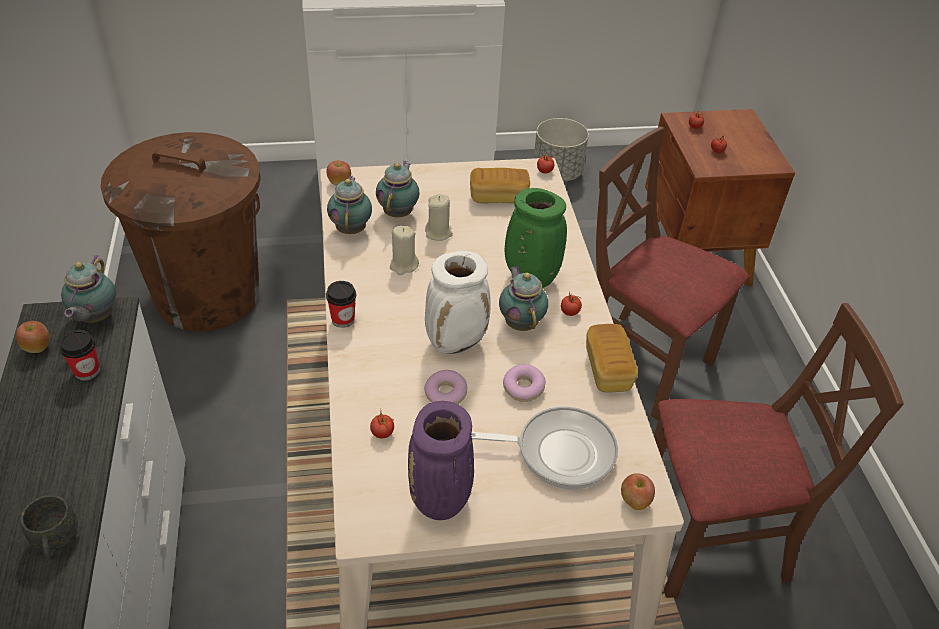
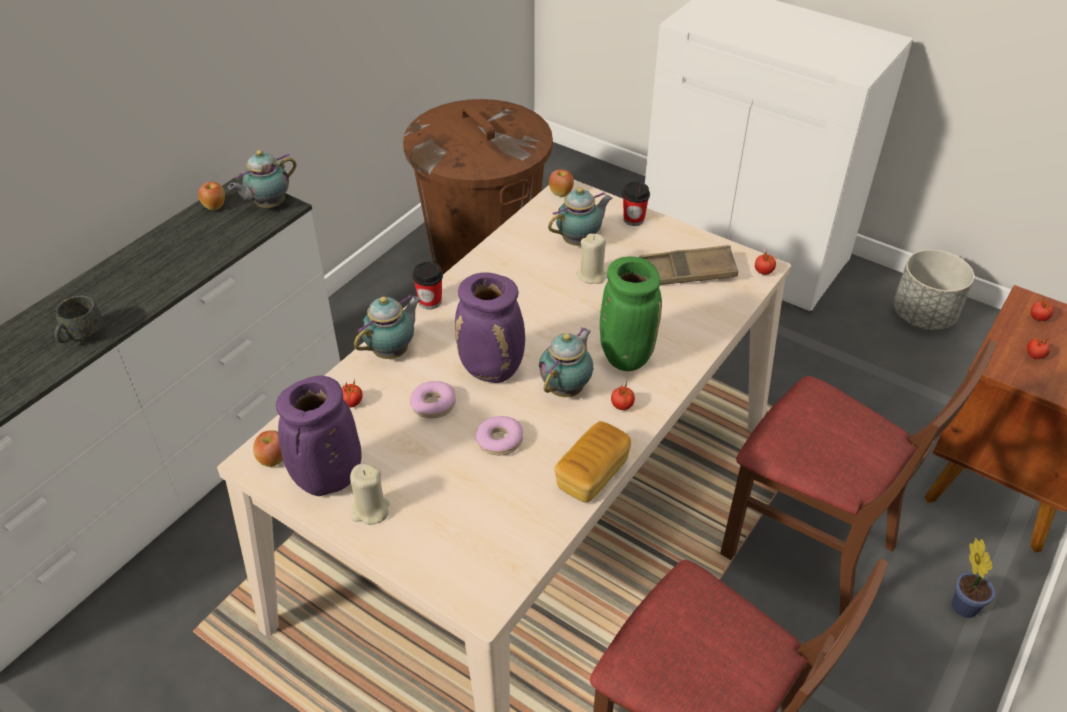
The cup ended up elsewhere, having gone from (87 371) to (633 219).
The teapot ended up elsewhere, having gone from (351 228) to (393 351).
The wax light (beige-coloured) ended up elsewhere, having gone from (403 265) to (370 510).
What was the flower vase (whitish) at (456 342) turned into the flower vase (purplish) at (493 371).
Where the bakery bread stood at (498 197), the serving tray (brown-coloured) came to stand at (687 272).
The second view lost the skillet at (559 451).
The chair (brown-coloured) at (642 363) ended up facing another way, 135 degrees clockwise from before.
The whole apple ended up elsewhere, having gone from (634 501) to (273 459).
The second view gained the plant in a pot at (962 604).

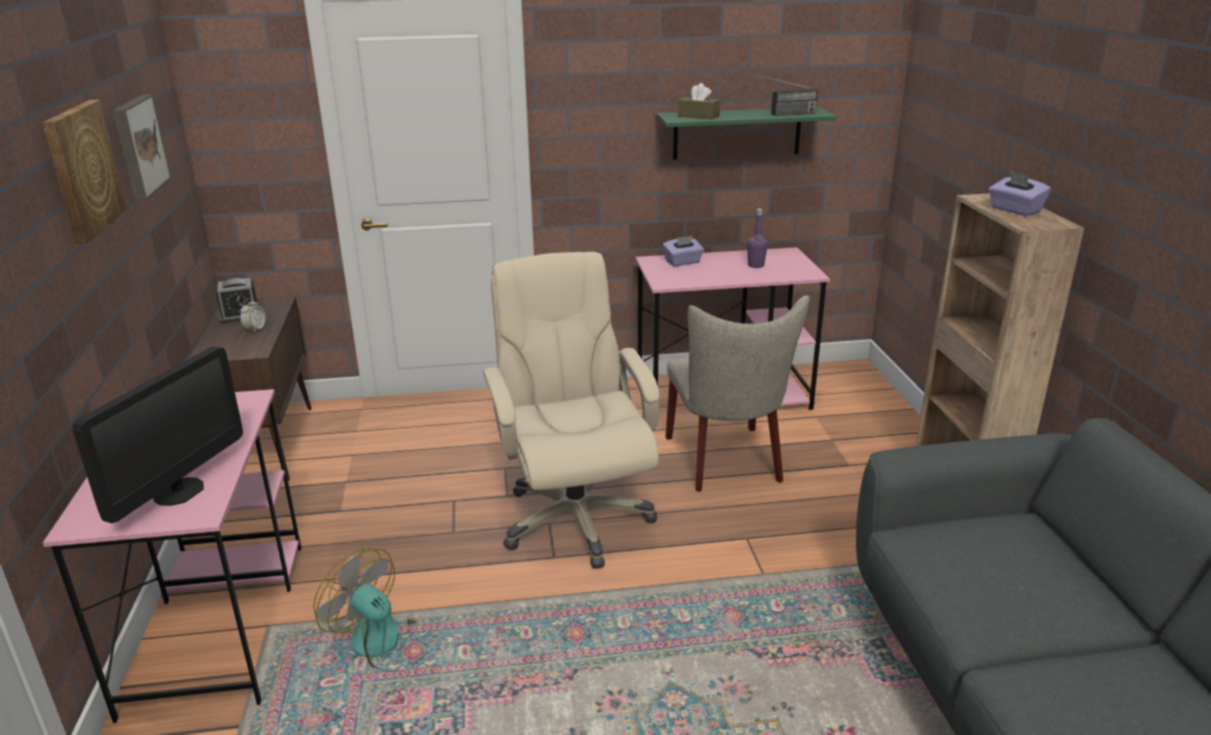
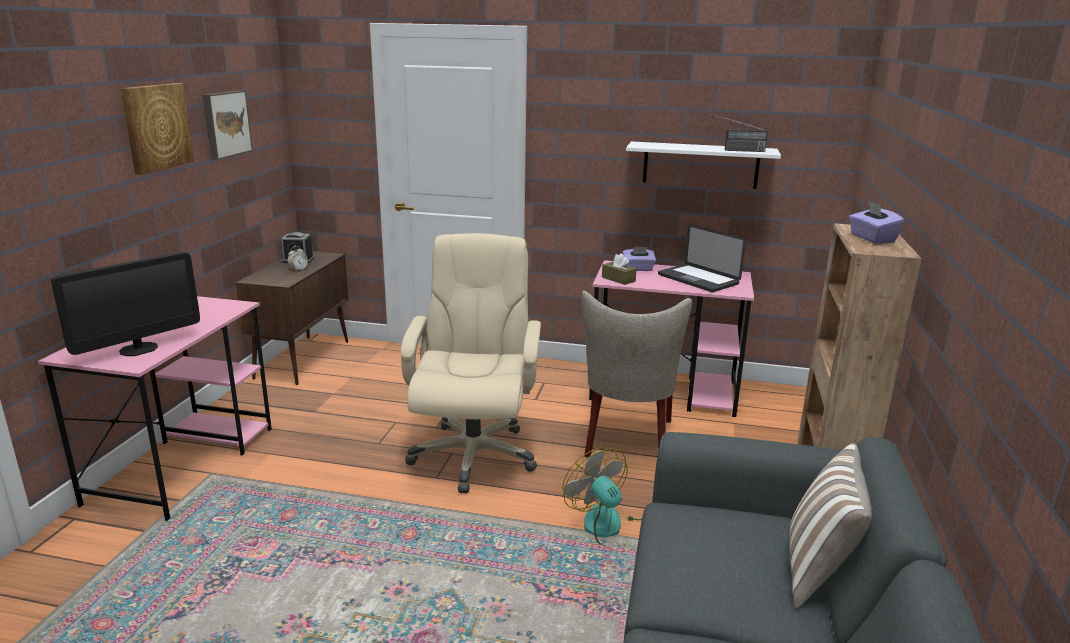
The cooling fan ended up elsewhere, having gone from (386 643) to (610 529).
What was the shelf (greenish) at (737 133) turned into the shelf (whitish) at (700 165).
The tissue box (brown-coloured) ended up elsewhere, having gone from (698 116) to (618 279).
Where the beverage bottle (purplish) stood at (756 265), the notebook computer came to stand at (698 279).
The second view gained the throw pillow at (818 572).

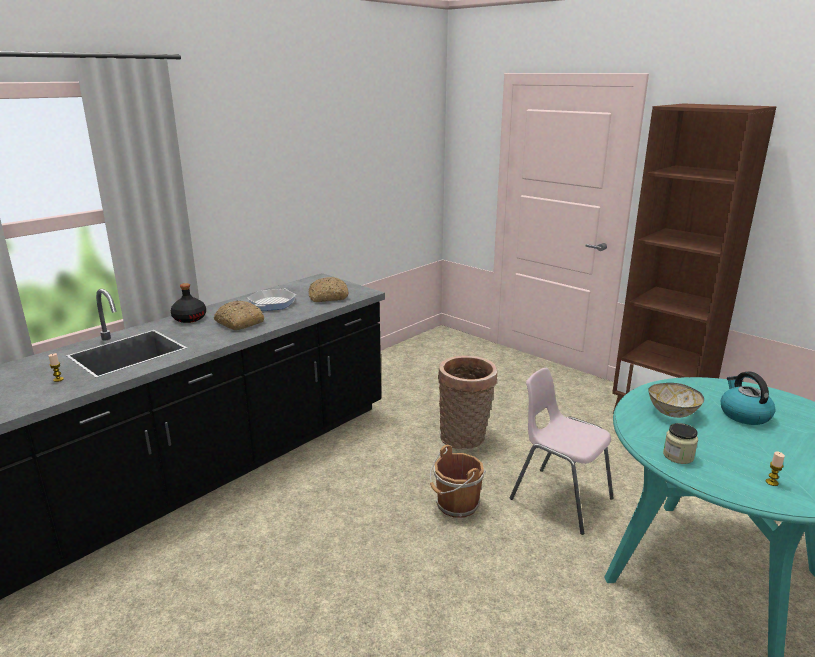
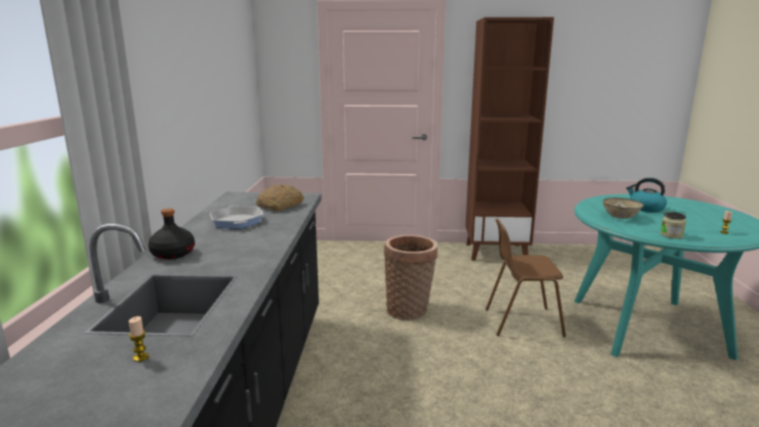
The second view lost the bakery bread at (238 323).
The second view lost the bucket (brown-coloured) at (456 505).
What was the chair (pink) at (560 498) turned into the chair (brown-coloured) at (522 322).

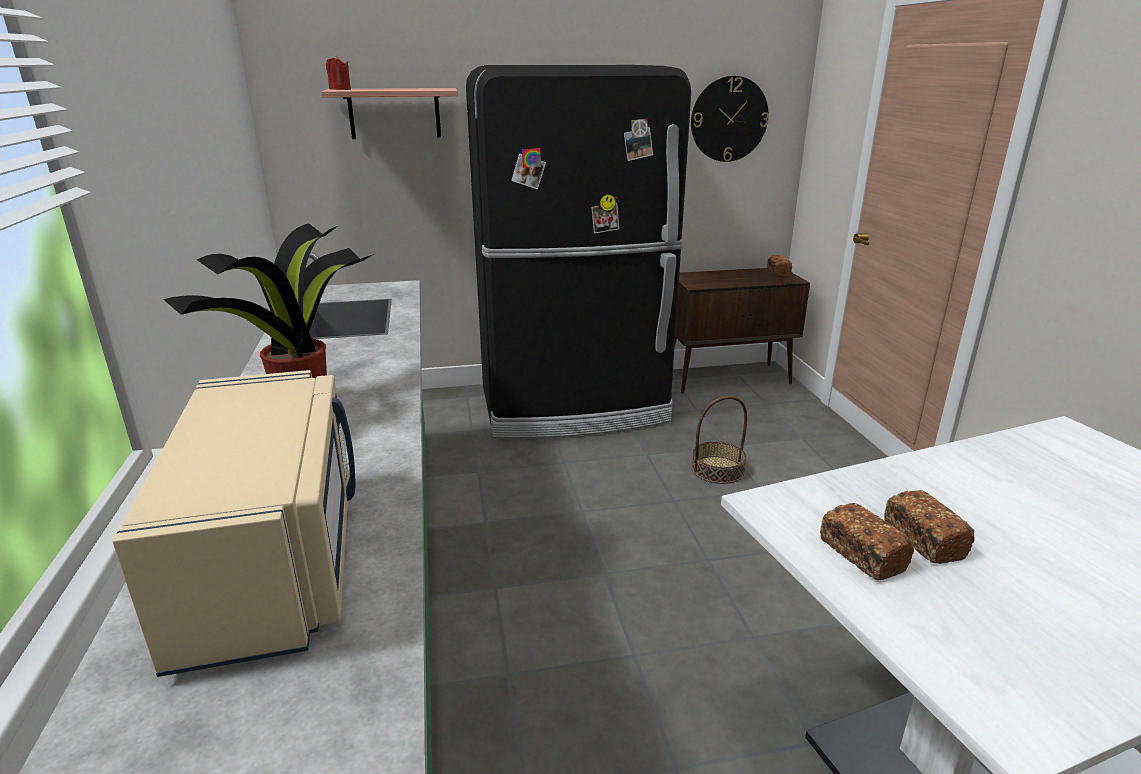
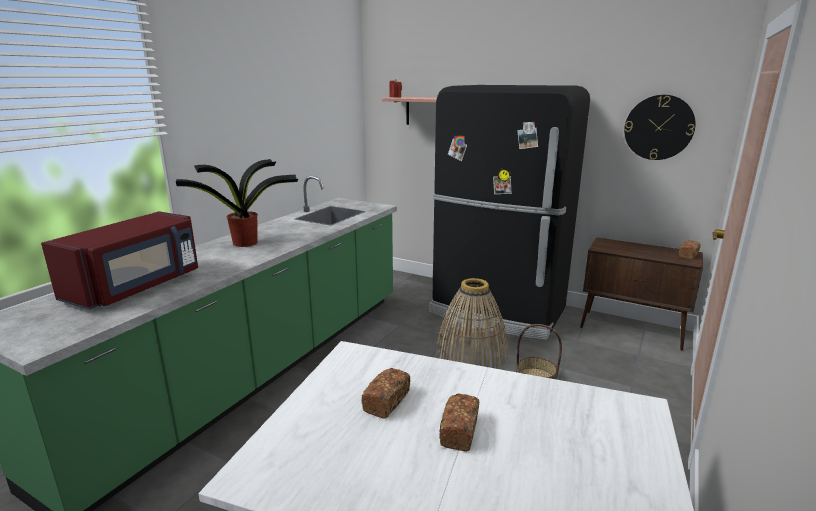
What was the kitchen microwave (beige-coloured) at (275 561) turned into the kitchen microwave (red) at (137 286).
The bakery bread ended up elsewhere, having gone from (861 554) to (459 431).
The second view gained the storage basket at (471 353).

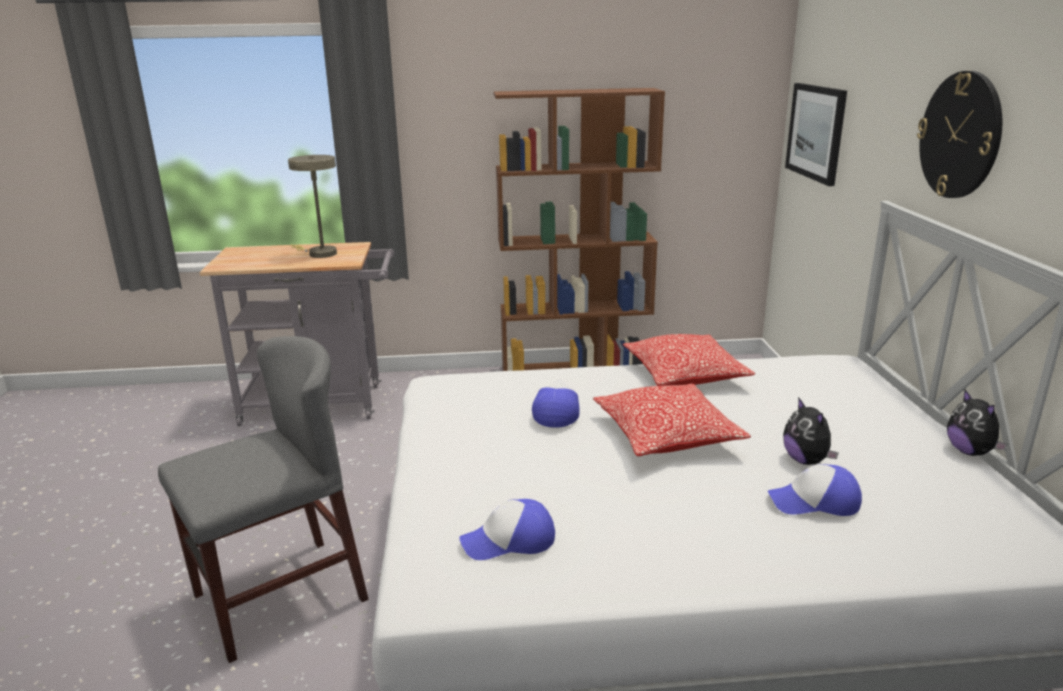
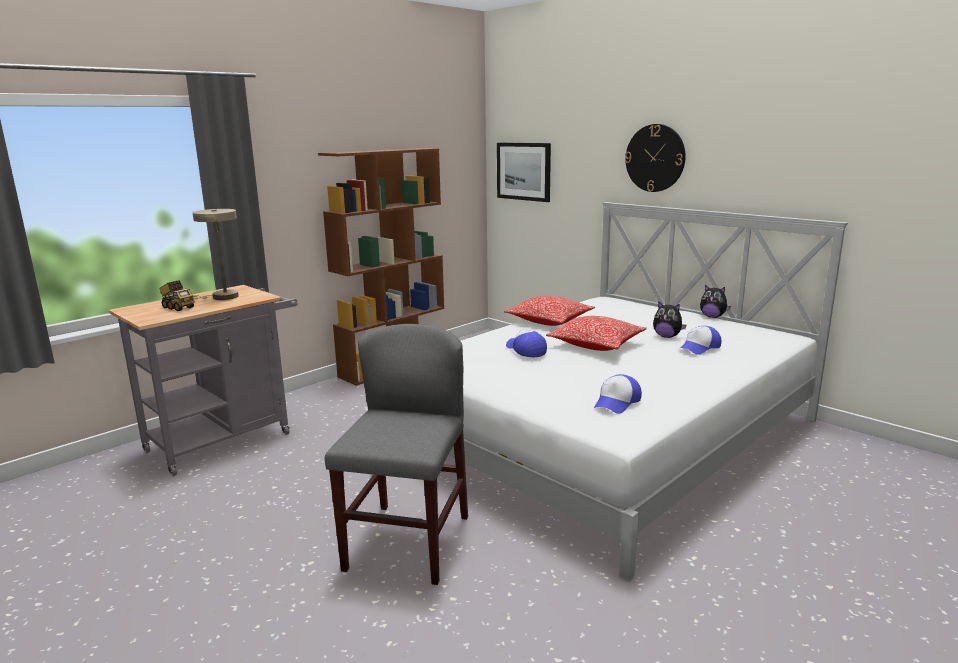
The second view gained the toy lorry at (177 308).

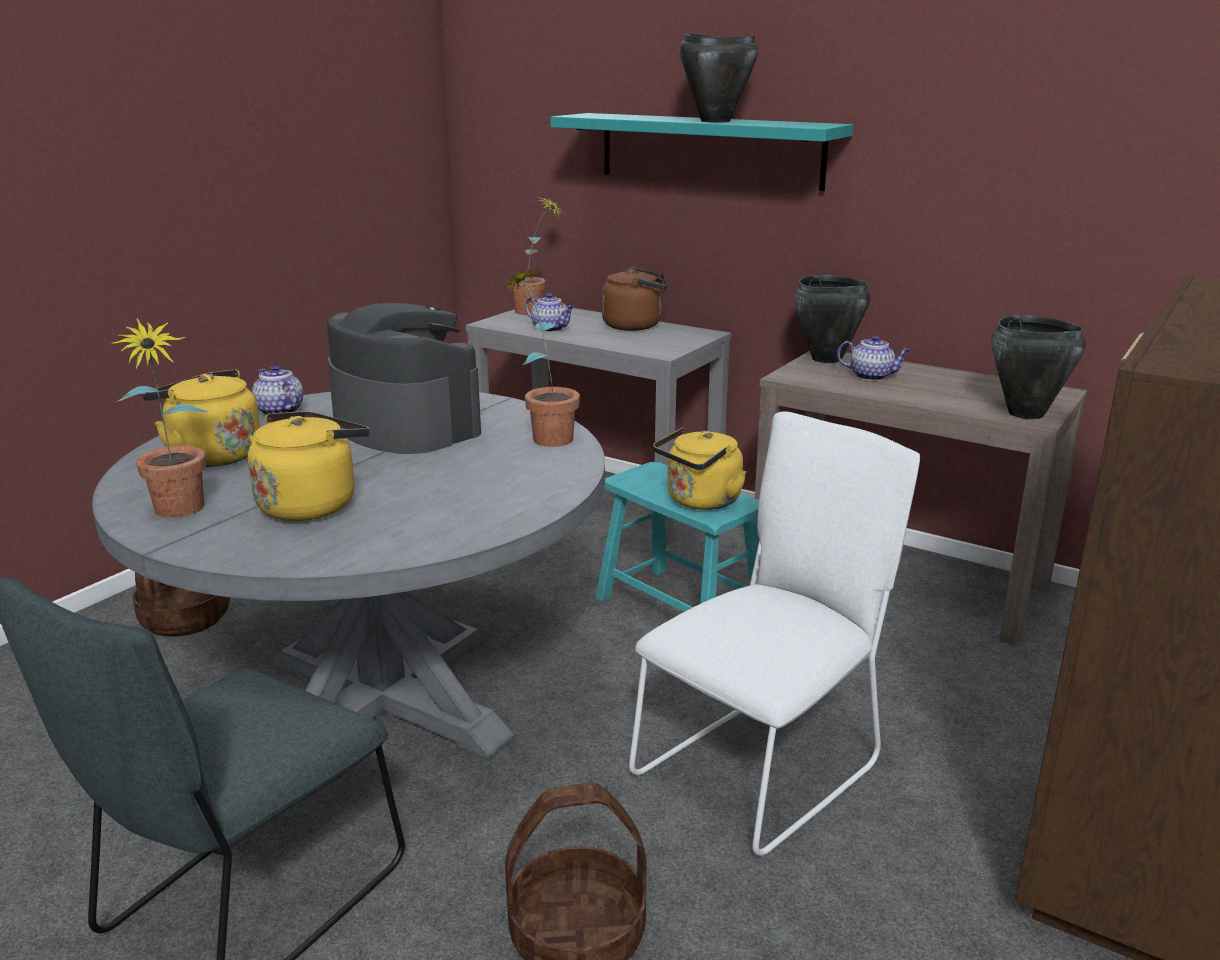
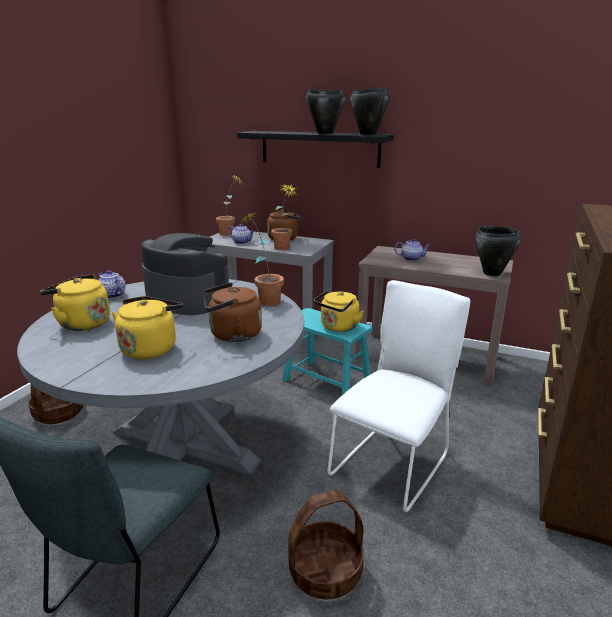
The plant in a pot ended up elsewhere, having gone from (179 514) to (284 249).
What was the shelf (turquoise) at (709 150) turned into the shelf (blackish) at (319 148).
The cooking pot (blackish) ended up elsewhere, having gone from (826 359) to (367 134).
The second view gained the kettle (brown-coloured) at (232 335).

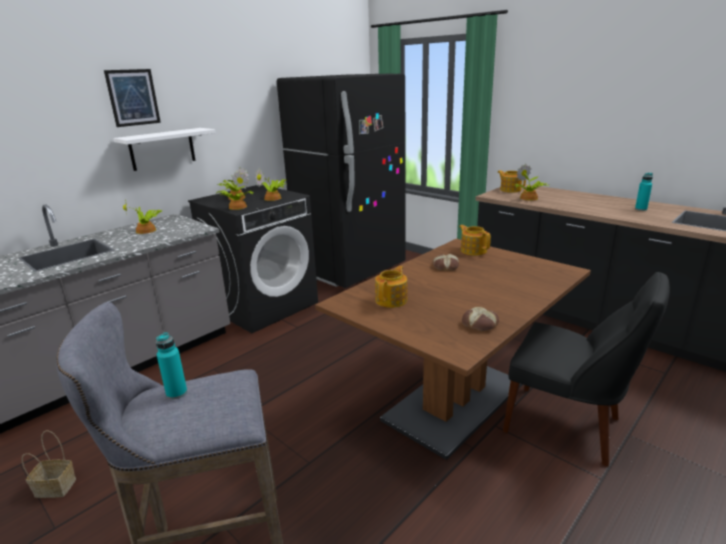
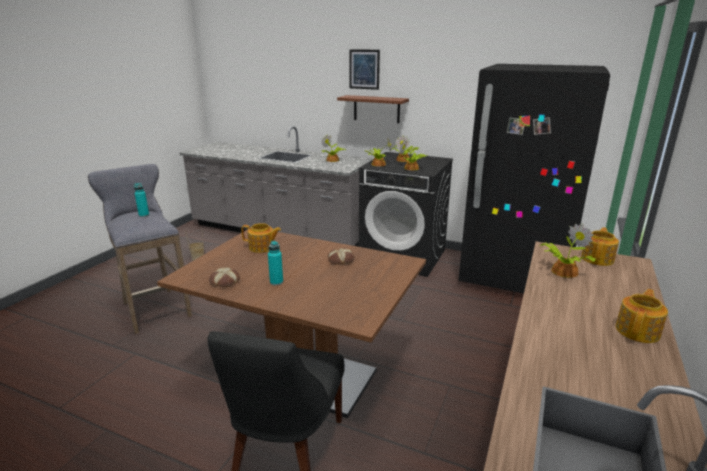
What was the shelf (whitish) at (162 149) turned into the shelf (brown-coloured) at (376 109).
The teapot ended up elsewhere, having gone from (473 250) to (638 331).
The beverage bottle (turquoise) ended up elsewhere, having gone from (641 209) to (276 282).

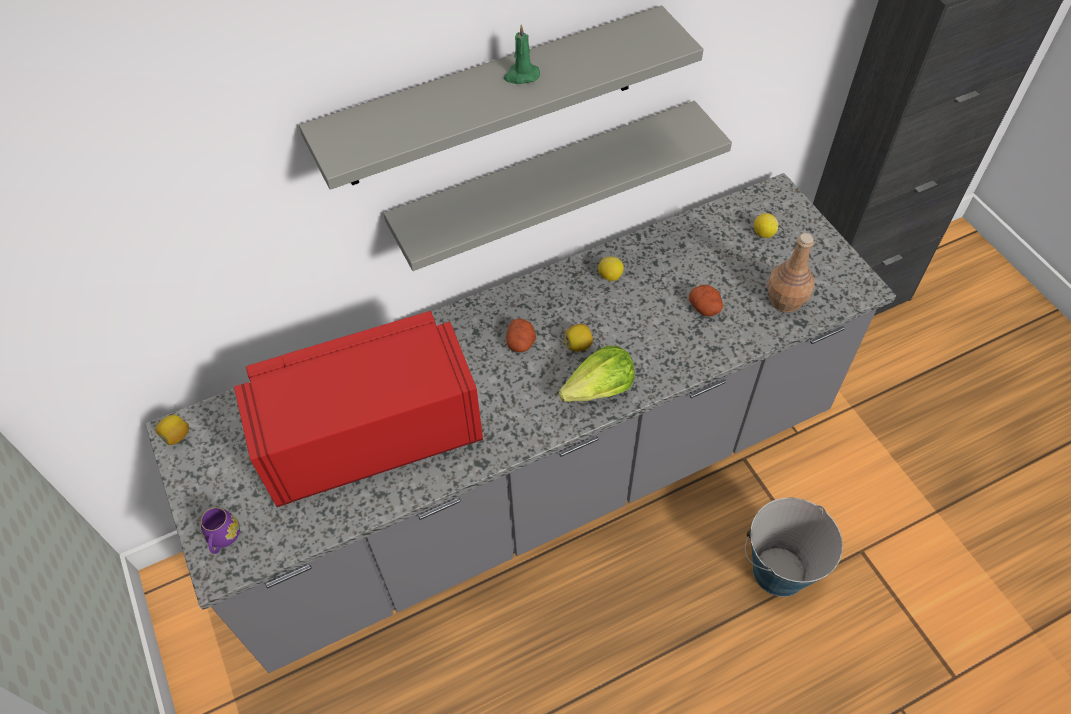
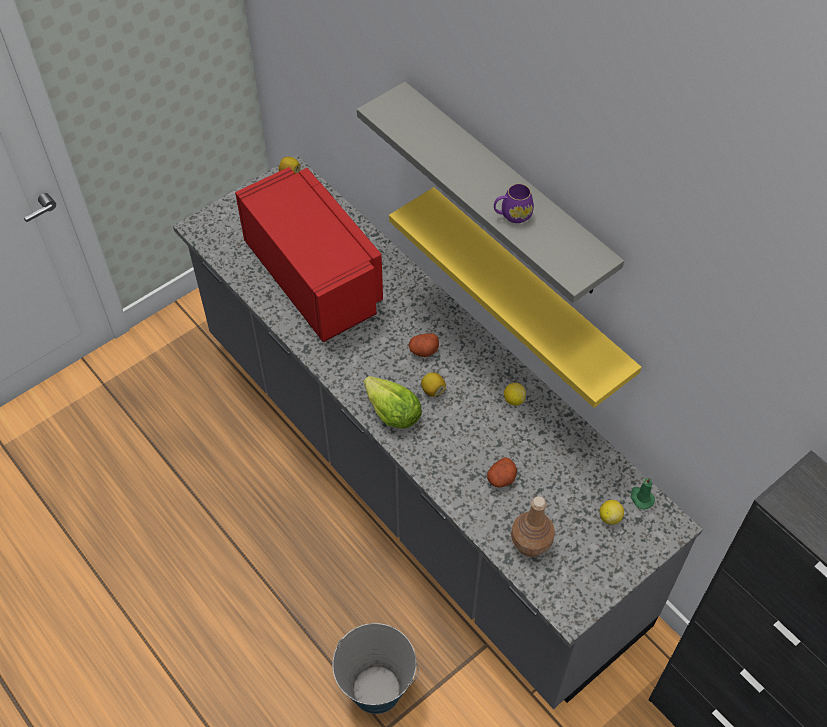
The mug (purplish) ended up elsewhere, having gone from (223 538) to (512 215).
What was the shelf (gray) at (546 183) turned into the shelf (yellowish) at (528 293).
The wax light (greenish) ended up elsewhere, having gone from (521 76) to (641 498).

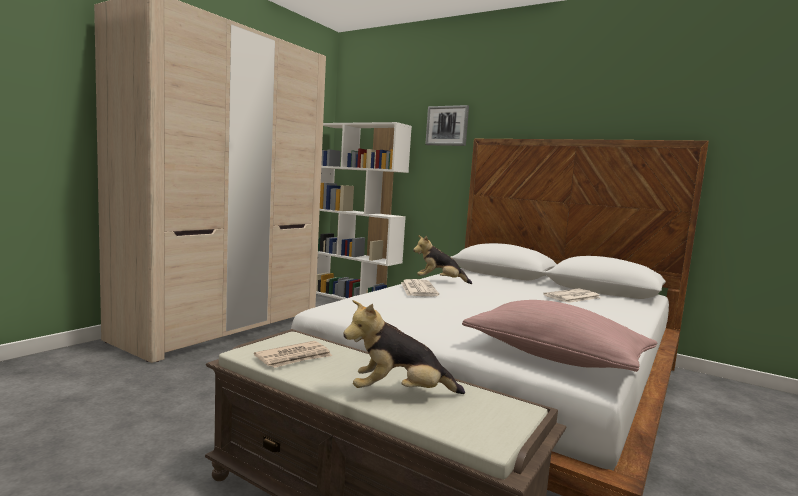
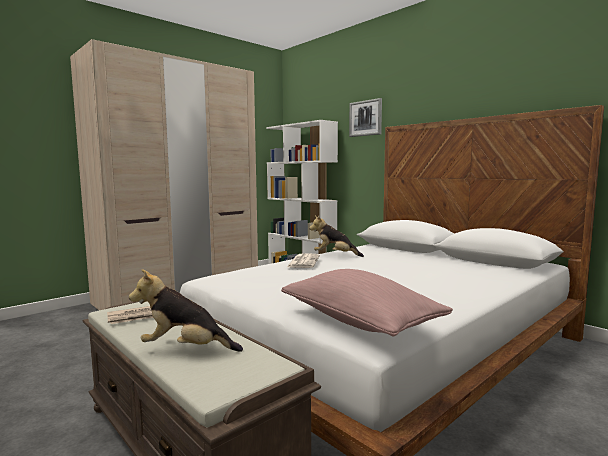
The second view lost the daily paper at (572 297).

